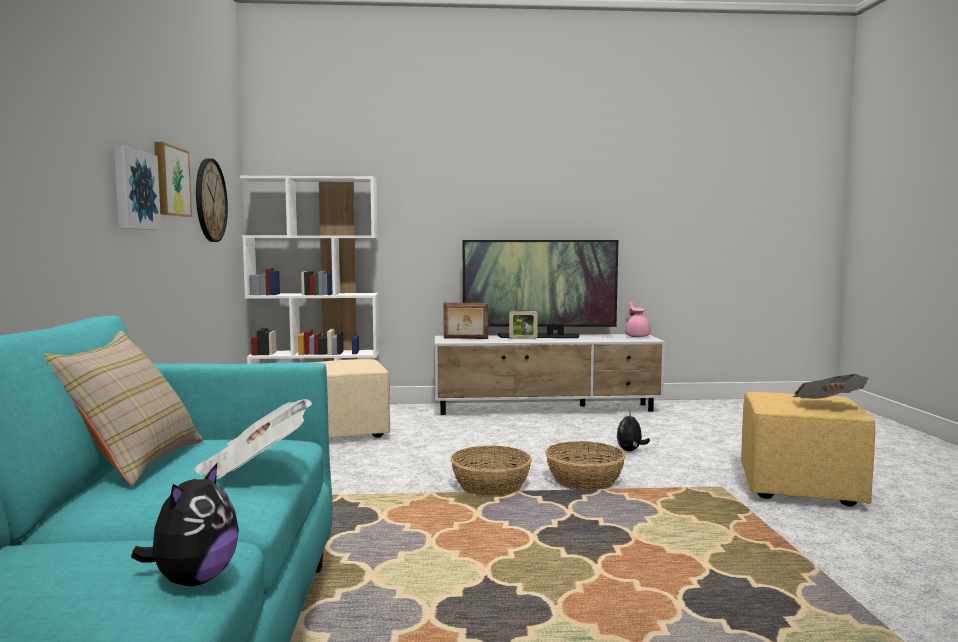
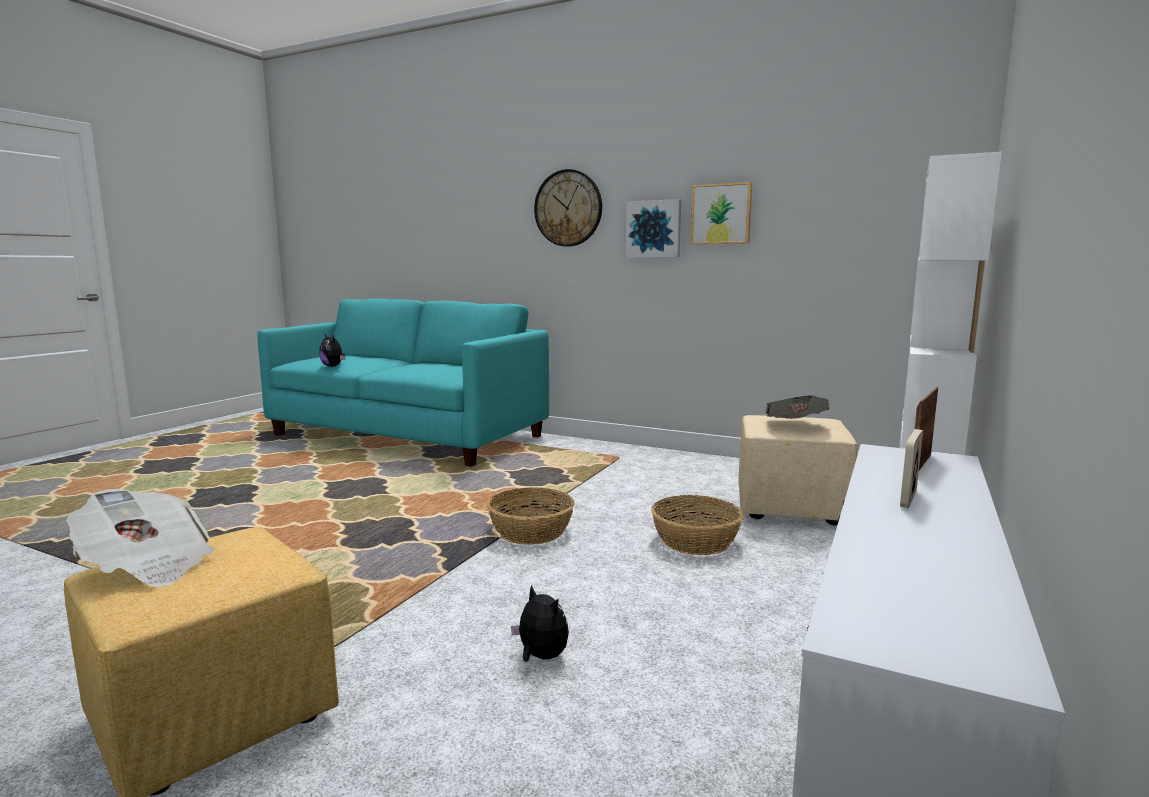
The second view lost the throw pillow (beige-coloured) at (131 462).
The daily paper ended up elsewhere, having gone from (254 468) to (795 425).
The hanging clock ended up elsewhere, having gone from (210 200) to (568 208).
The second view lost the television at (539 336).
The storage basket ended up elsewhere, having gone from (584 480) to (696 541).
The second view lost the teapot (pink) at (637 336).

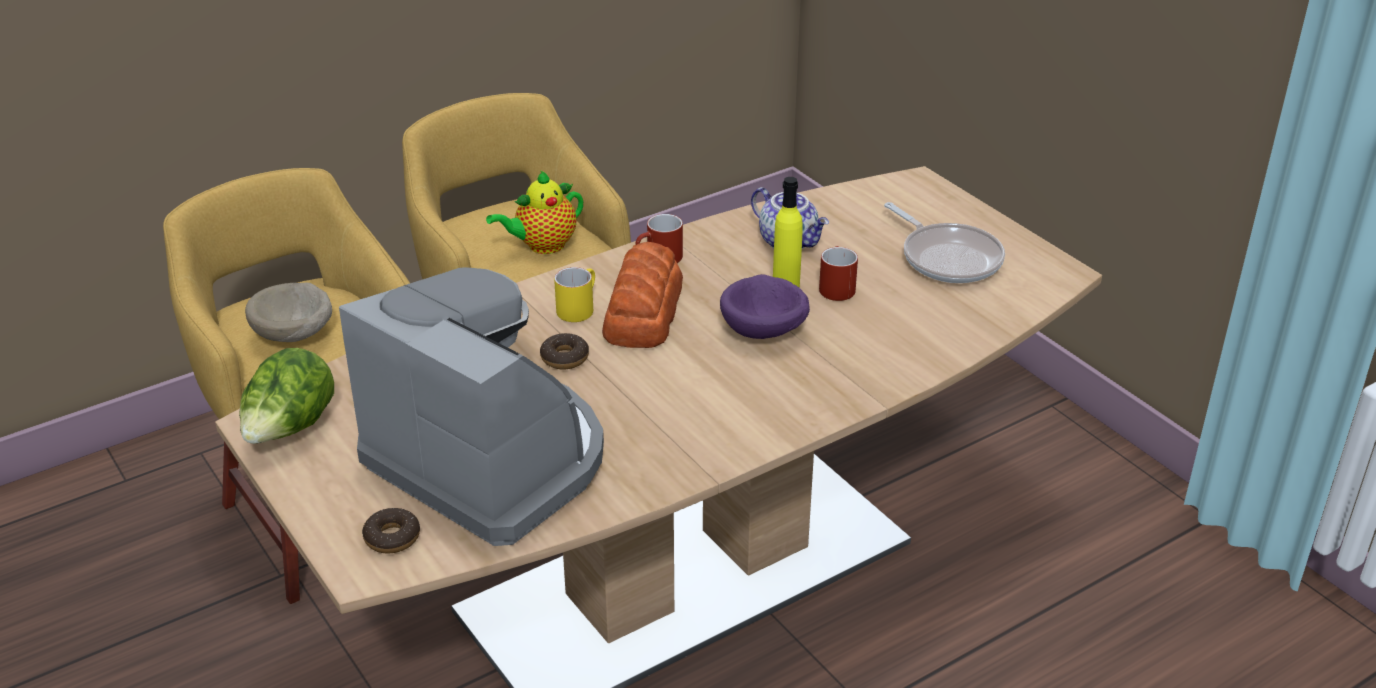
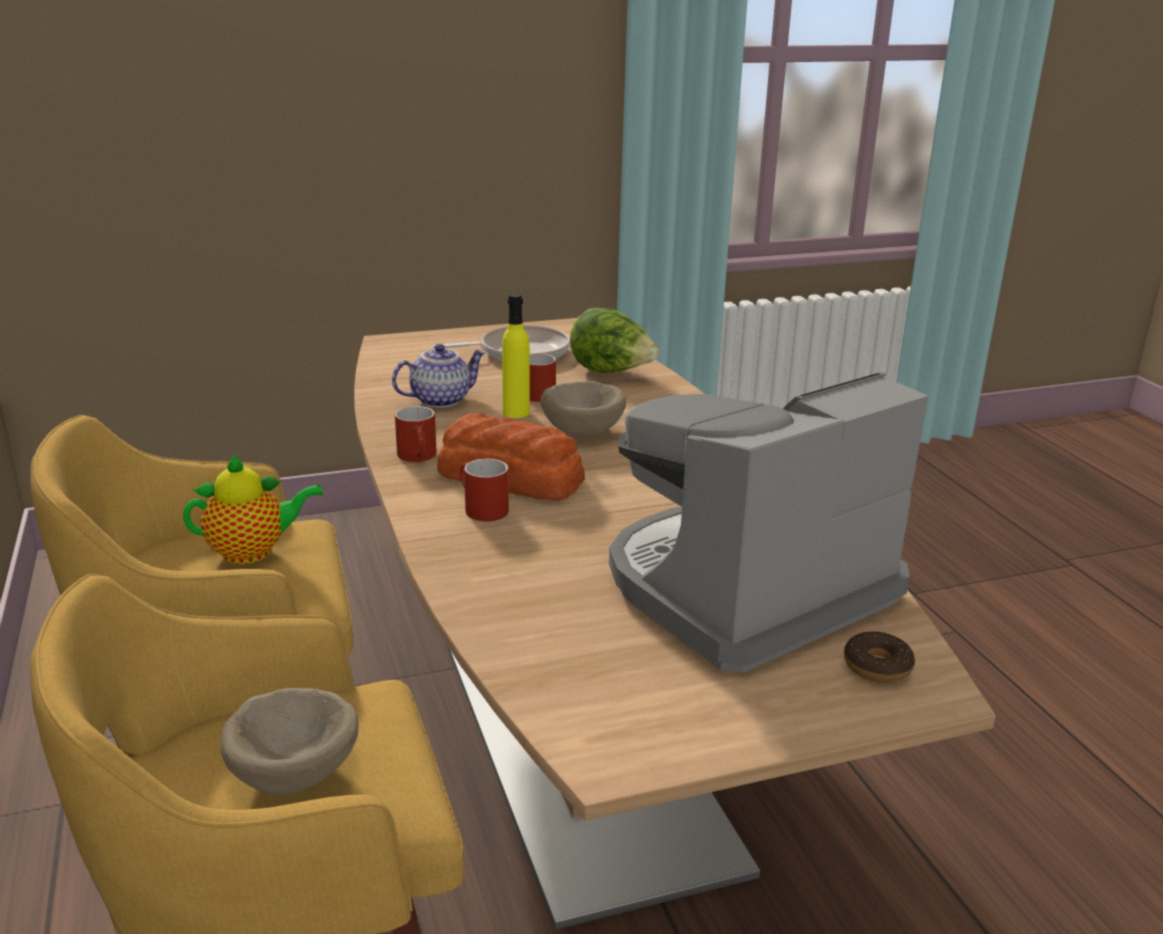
The lettuce ended up elsewhere, having gone from (290 430) to (611 372).
The teapot at (542 246) ended up facing another way, 90 degrees counterclockwise from before.
The second view lost the ring doughnut at (564 358).
What was the mug (yellowish) at (578 307) turned into the mug (red) at (480 508).
What was the bowl (purplish) at (765 331) turned into the bowl (beige-coloured) at (583 431).

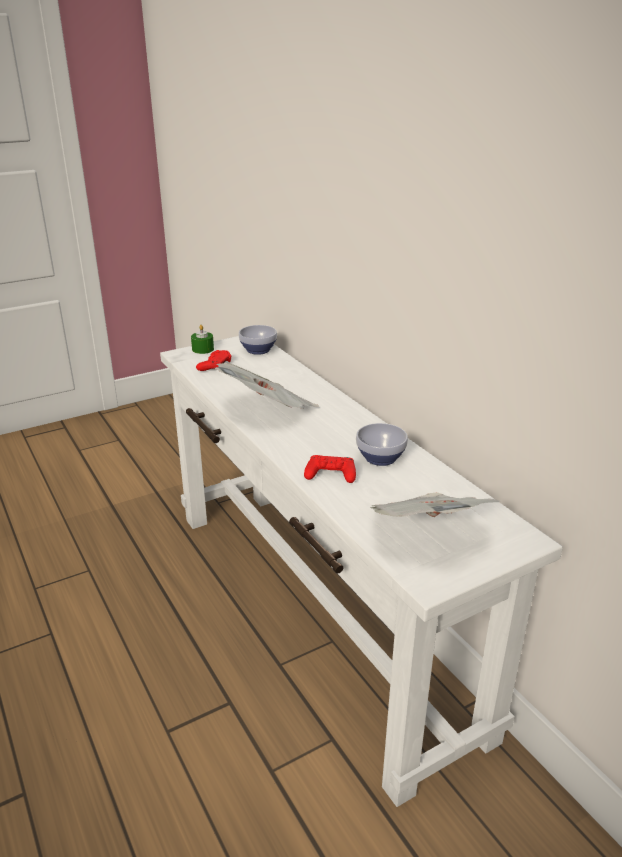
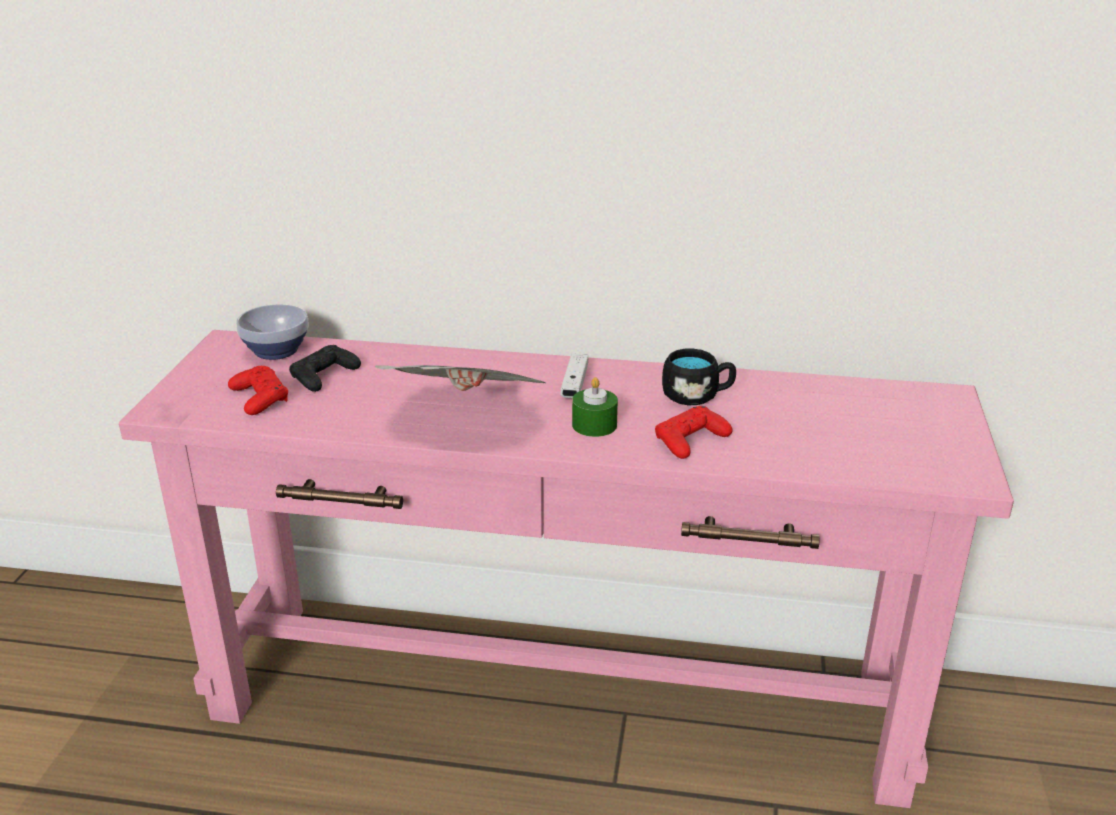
What was the console table (whitish) at (314 611) turned into the console table (pink) at (559 698).
The wax light (greenish) ended up elsewhere, having gone from (203 349) to (594 425).
Where the bowl stood at (382 458), the mug (blackish) came to stand at (697 396).
The second view lost the daily paper at (429 532).
The second view gained the gamepad (blackish) at (324 376).
The second view gained the gamepad (whitish) at (574 384).

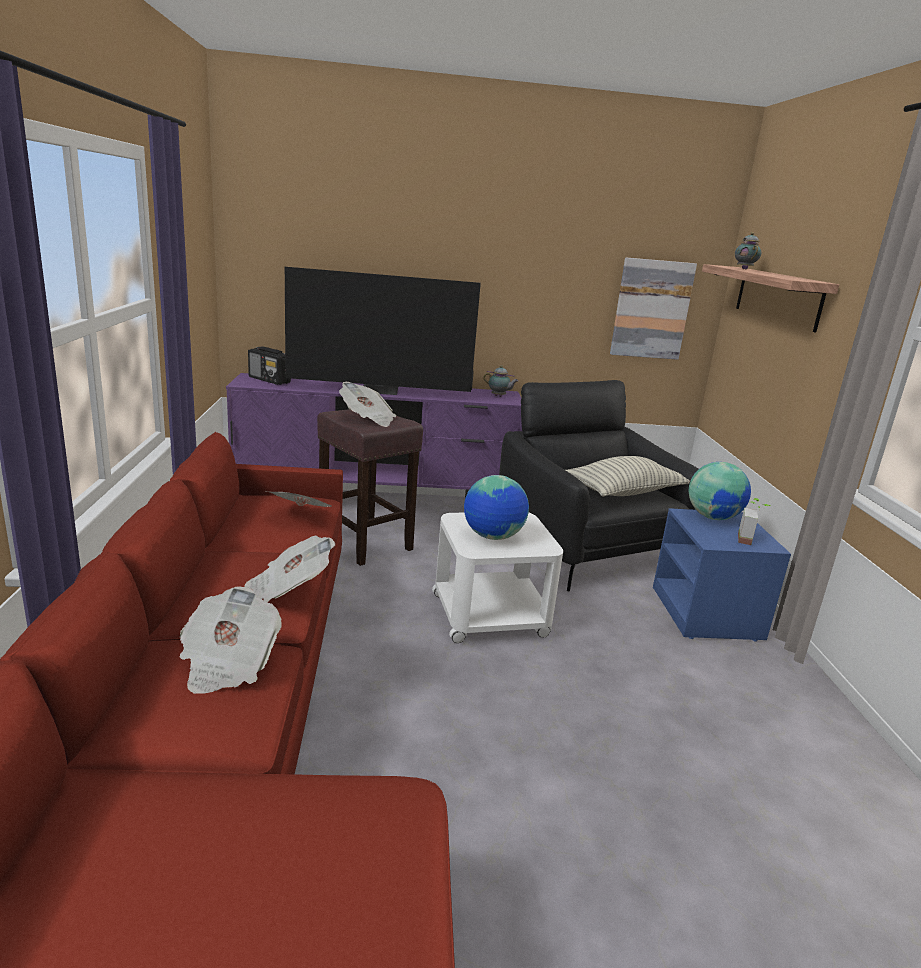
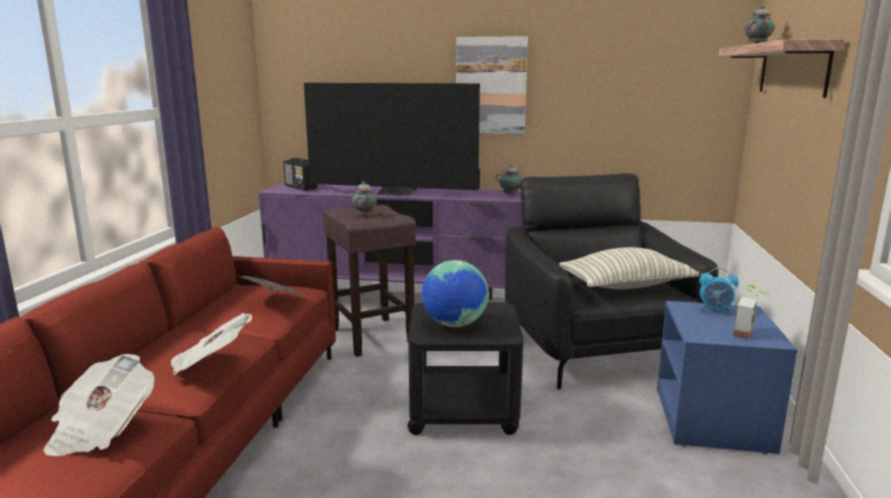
Where the daily paper stood at (368 419), the teapot came to stand at (364 215).
What was the side table (whitish) at (490 614) turned into the side table (blackish) at (464 408).
The wall picture ended up elsewhere, having gone from (651 309) to (491 86).
Where the desk globe stood at (713 517), the bedside clock came to stand at (715 310).

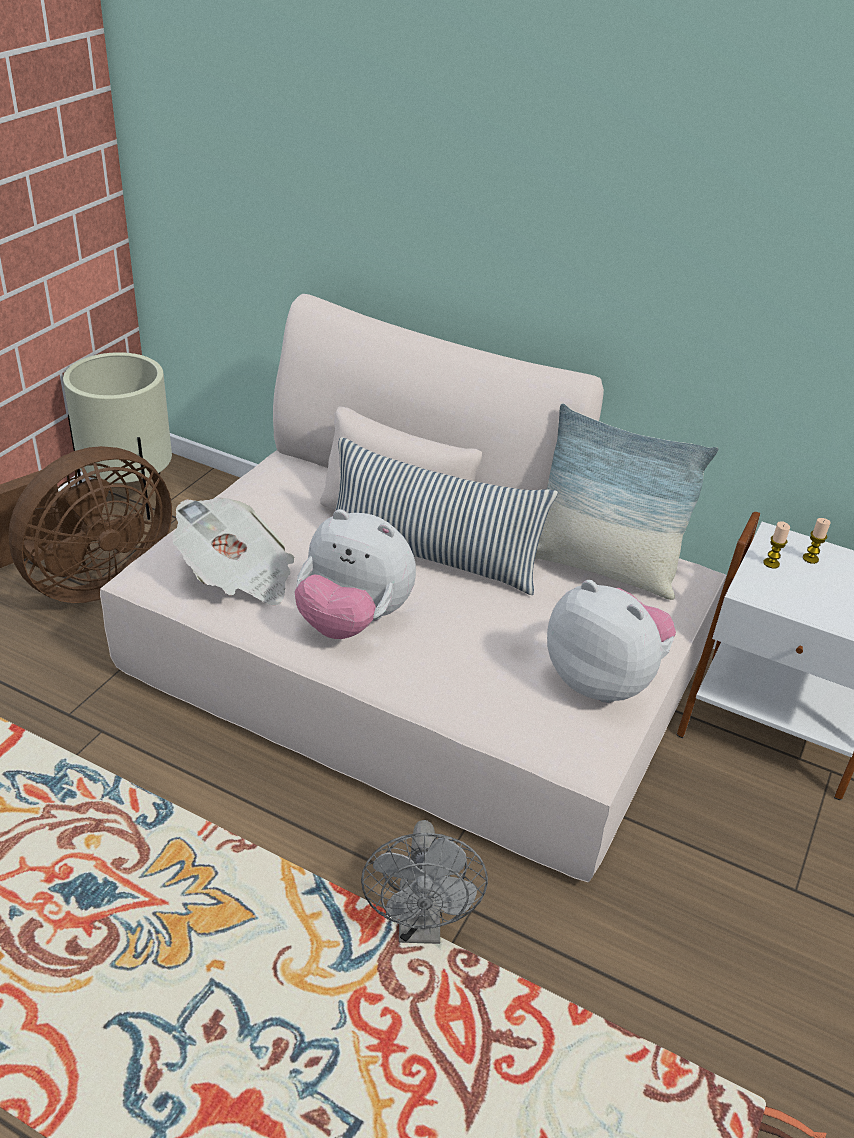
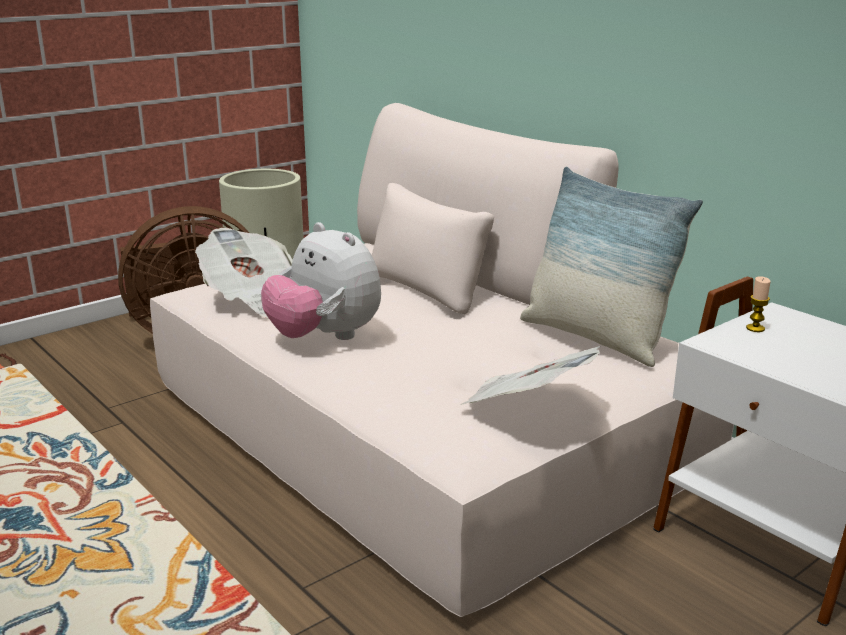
The second view lost the throw pillow at (432 557).
The second view lost the cooling fan (gray) at (420 926).
Where the plush toy stood at (603 680), the daily paper came to stand at (527 409).
The second view lost the wax light at (810 558).

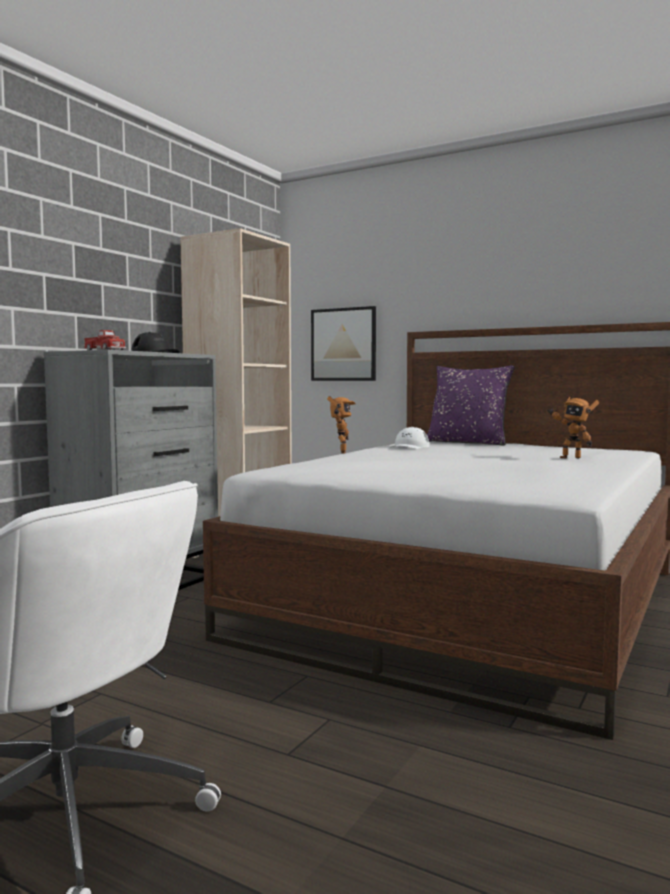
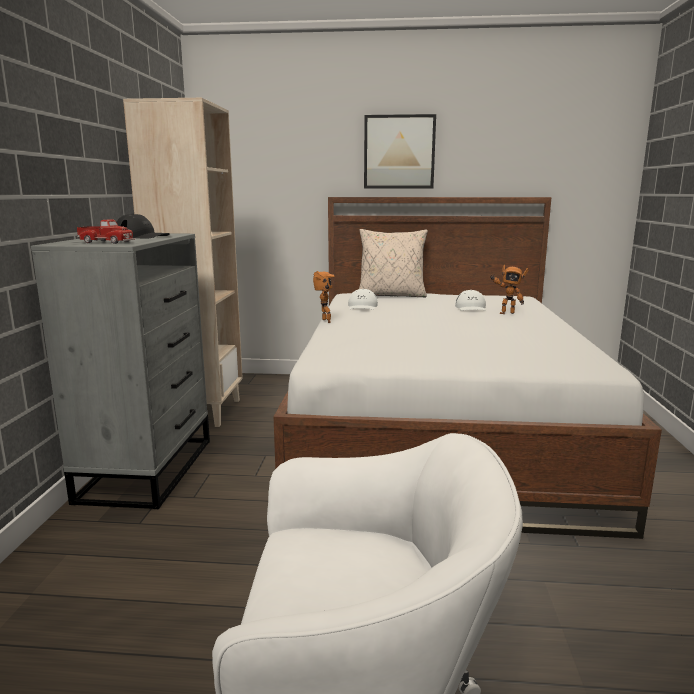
The wall picture ended up elsewhere, having gone from (343 344) to (399 152).
What was the throw pillow (purplish) at (468 442) turned into the throw pillow (beige-coloured) at (392 295).
The second view gained the cap (whitish) at (471 308).

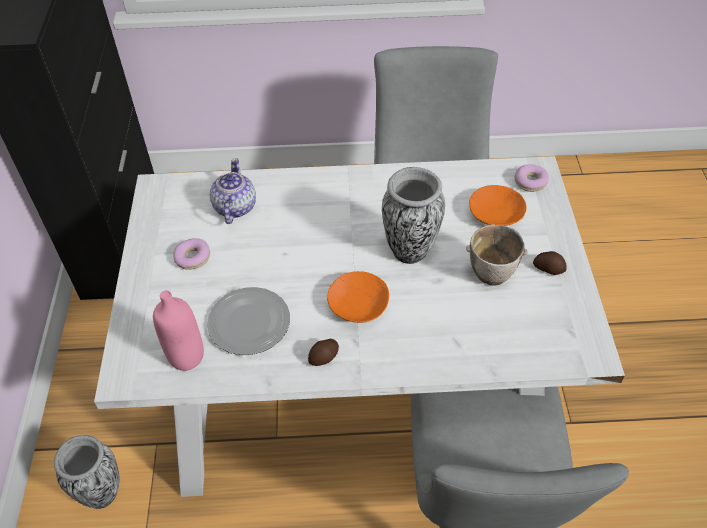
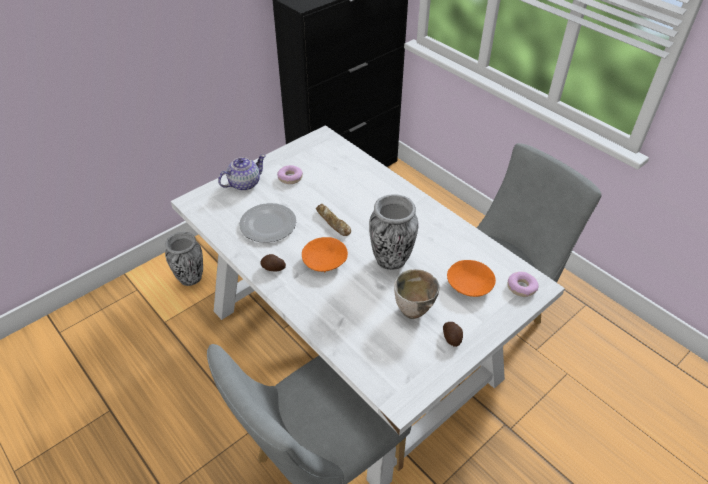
The second view lost the beverage bottle (pink) at (186 356).
The teapot ended up elsewhere, having gone from (234 207) to (244 183).
The second view gained the bakery bread at (332 223).

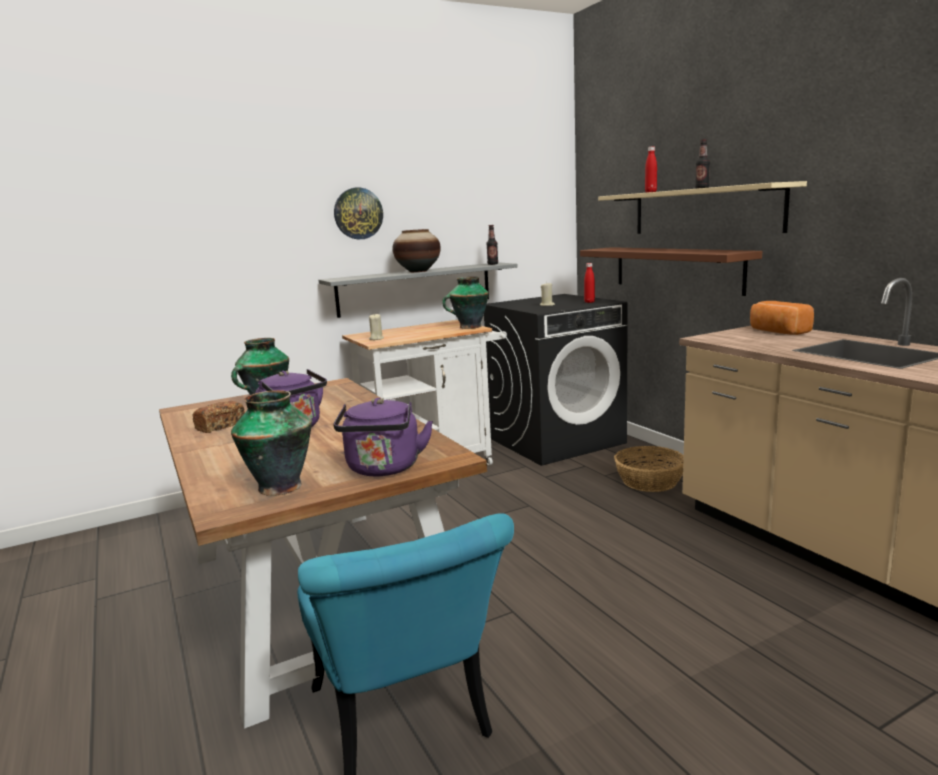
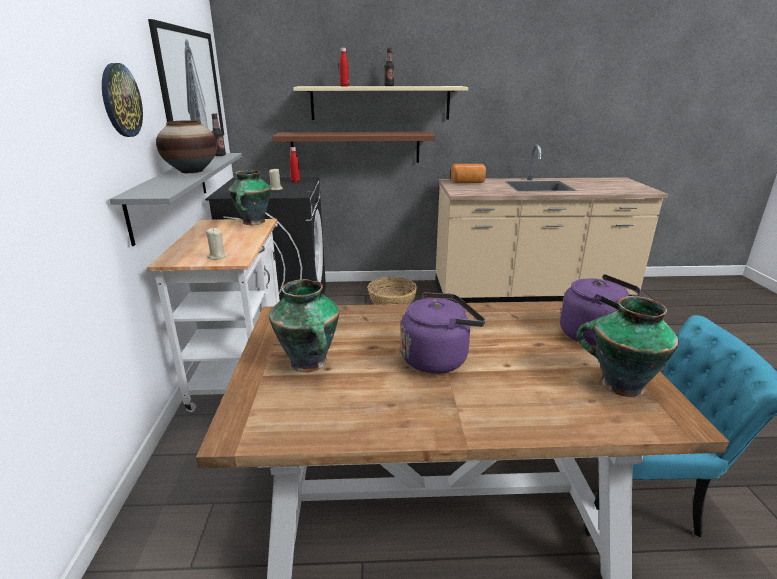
The second view lost the bakery bread at (220 426).
The second view gained the wall picture at (191 88).

